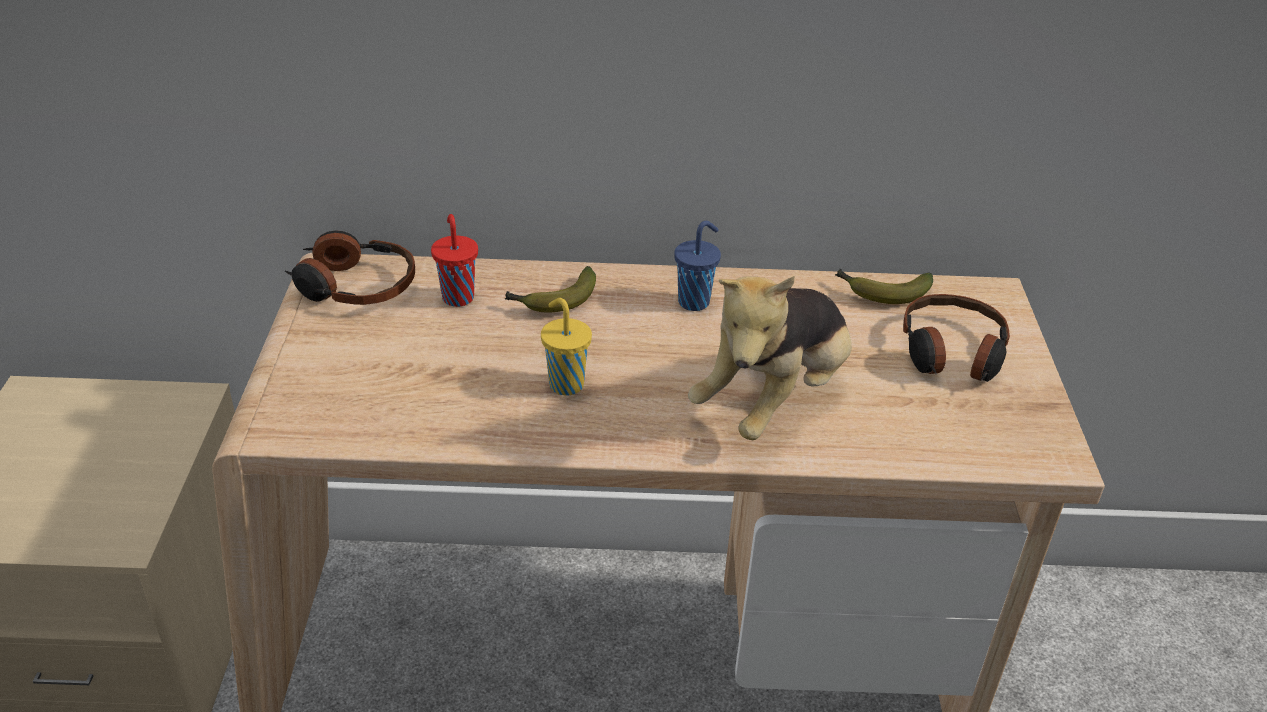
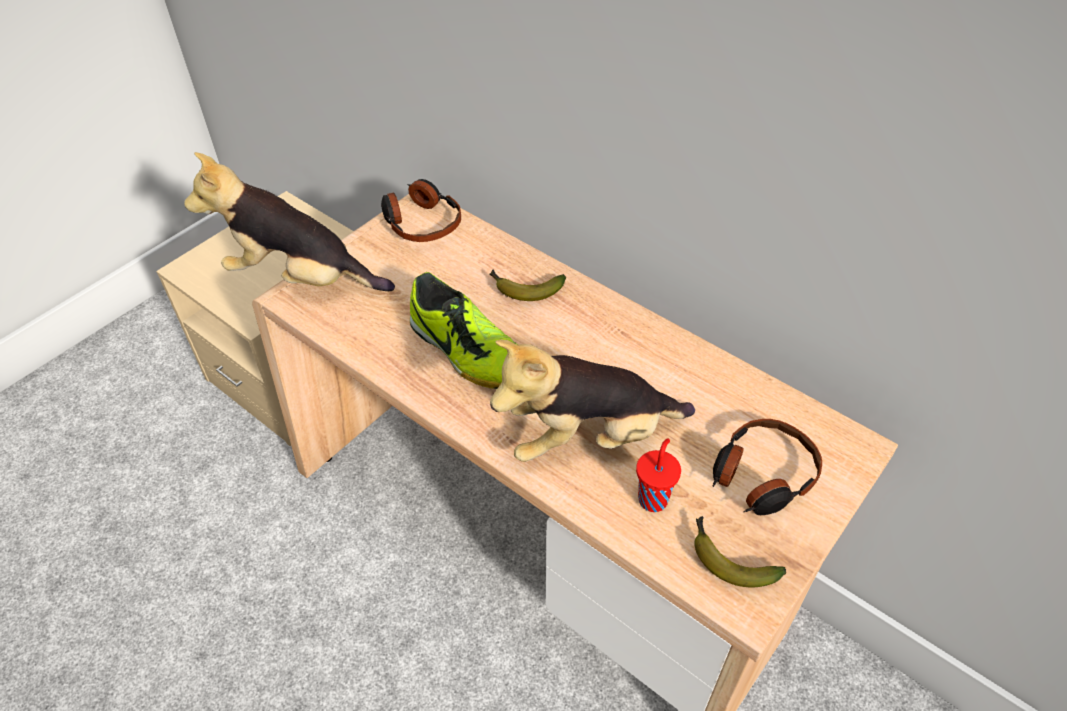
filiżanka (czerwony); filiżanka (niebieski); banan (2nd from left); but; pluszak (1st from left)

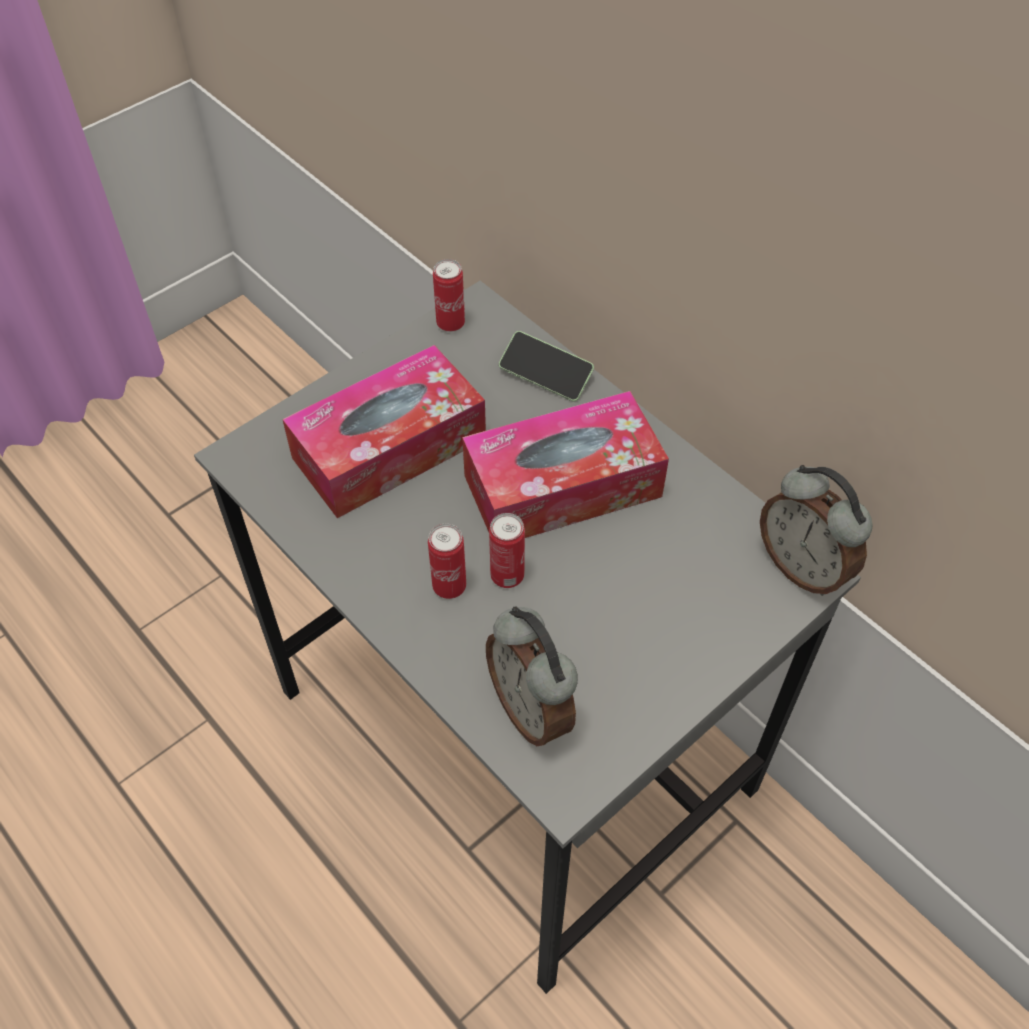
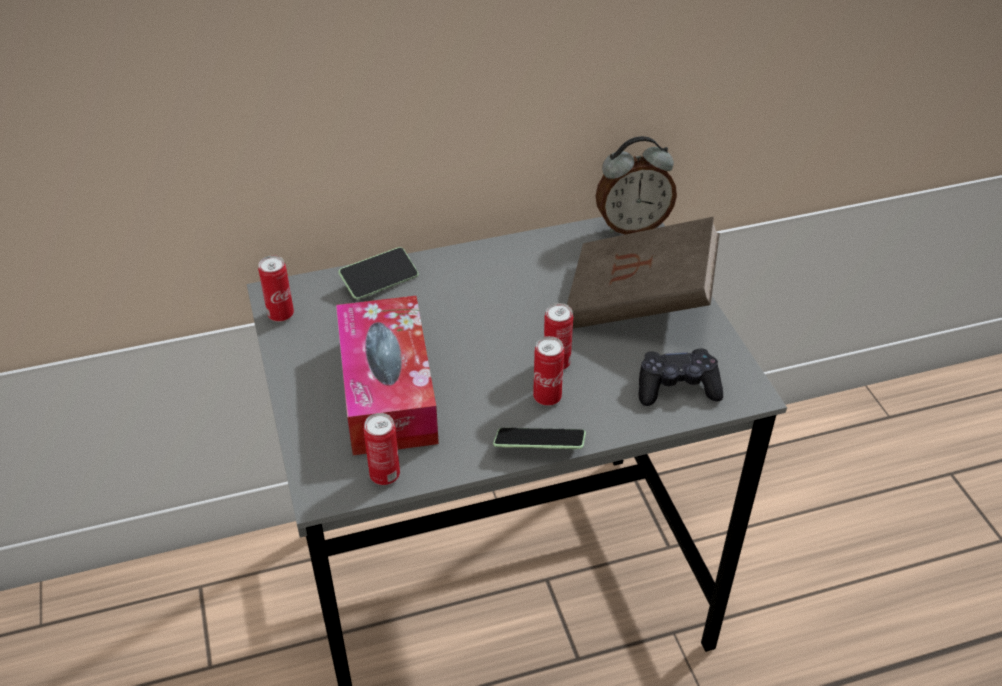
pudełko chusteczek (2nd from left in the first image); pad do gier (czarny); książka (brązowy); puszka (2nd from left); telefon (2nd from left)

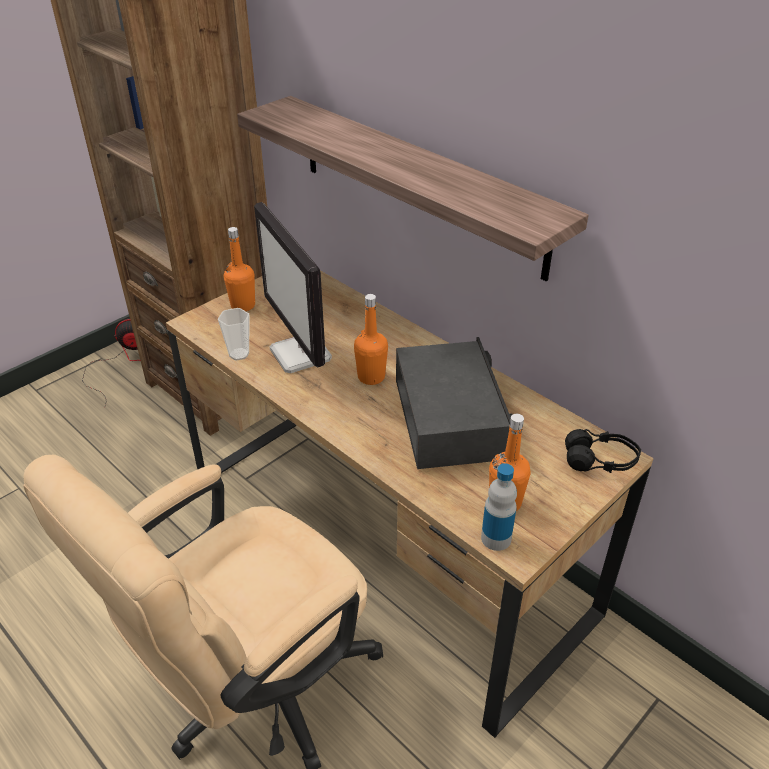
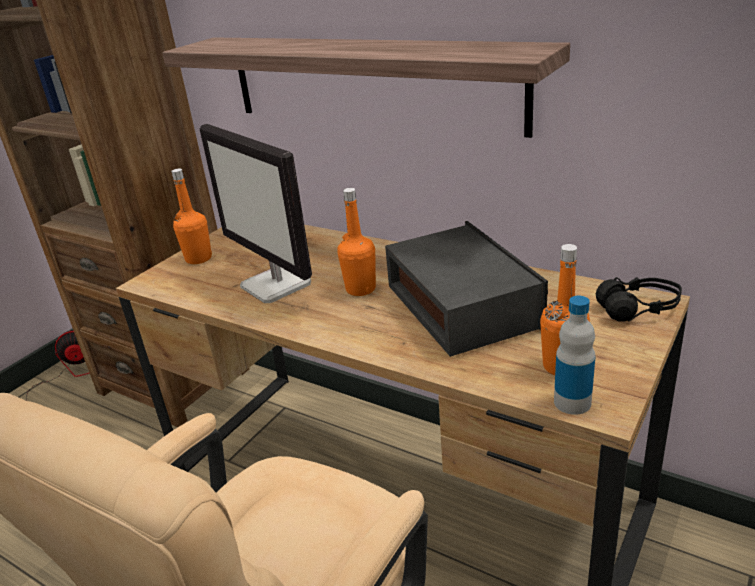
filiżanka

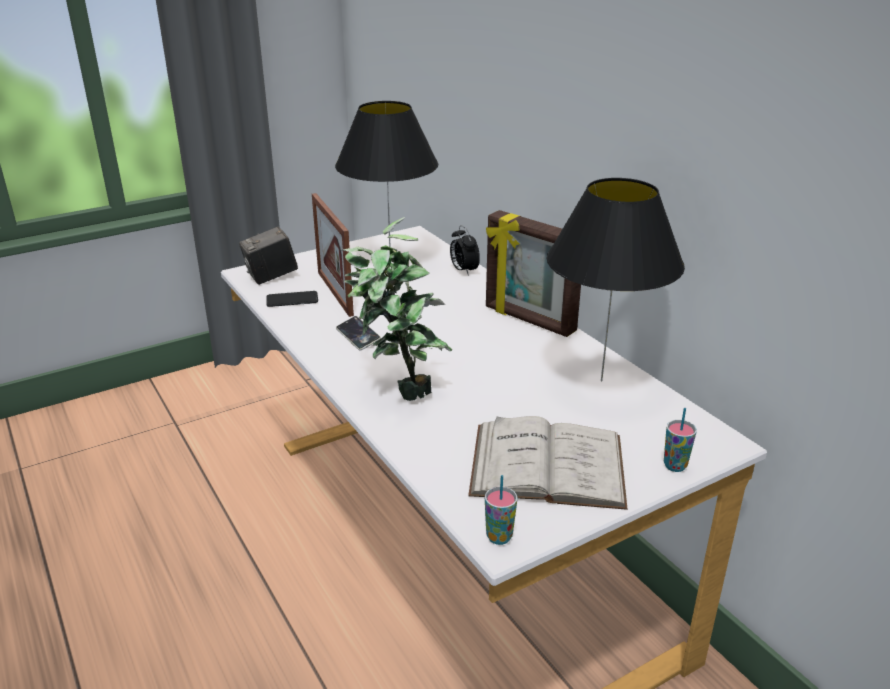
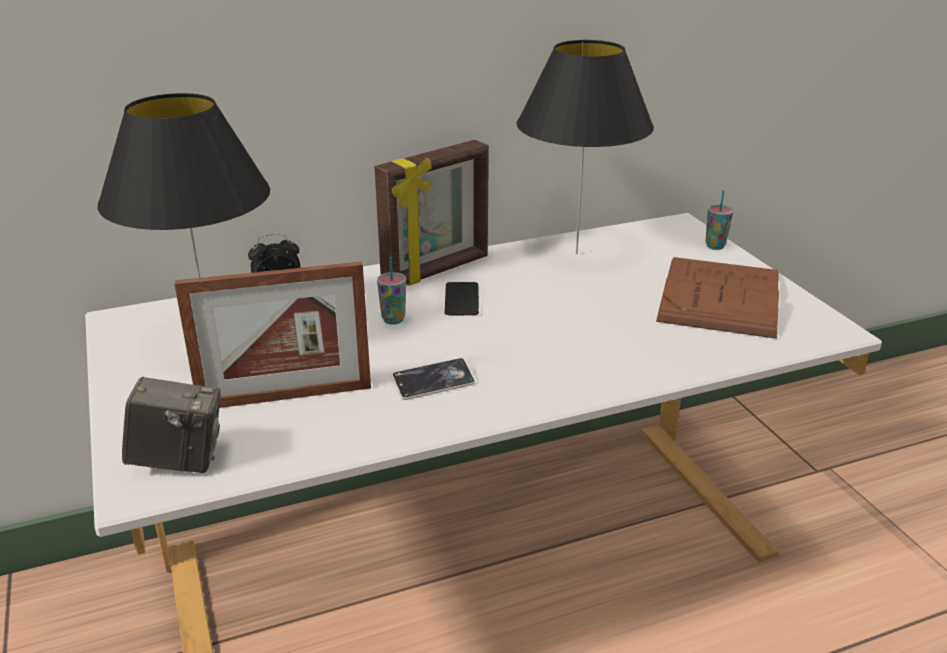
roślina doniczkowa; aparat fotograficzny; telefon (2nd from left); książka (brązowy); filiżanka (1st from left)

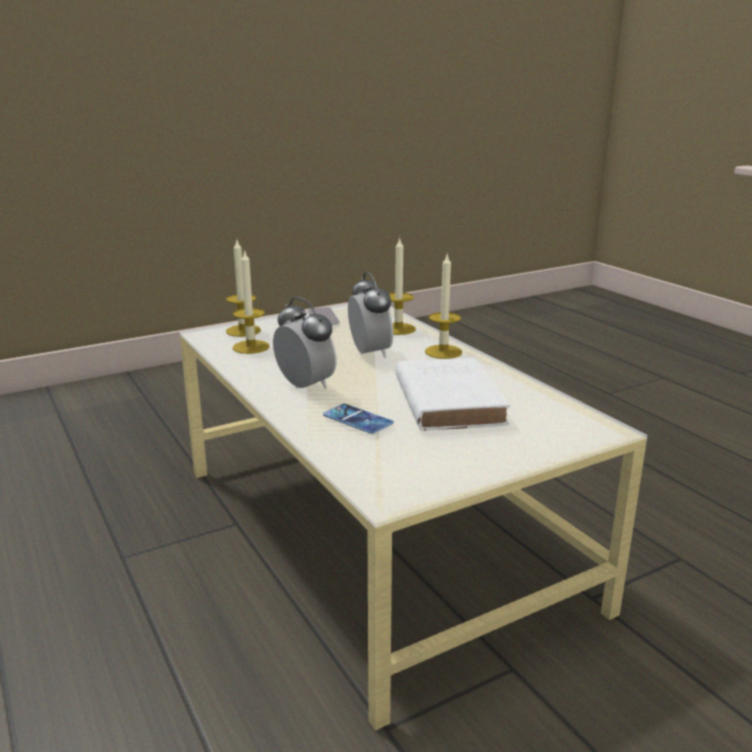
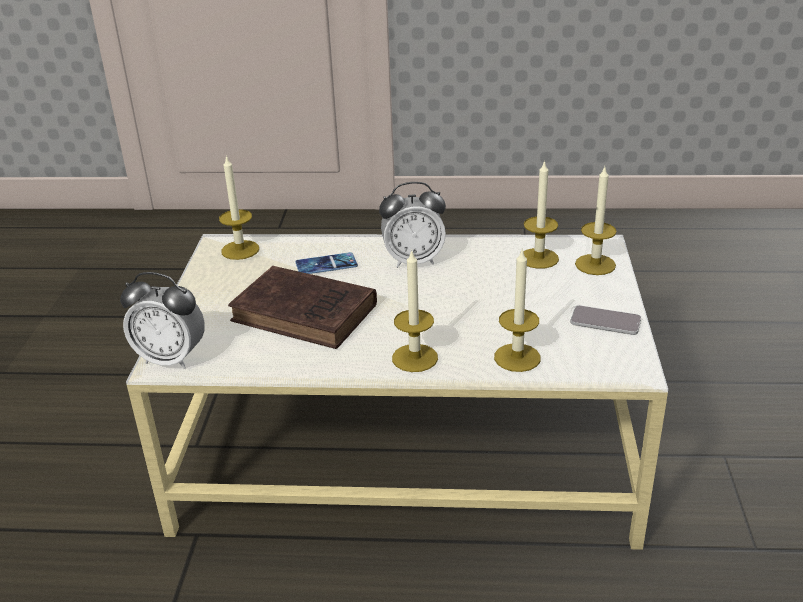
budzik (1st from left); książka (brązowy); świeca (1st from left)

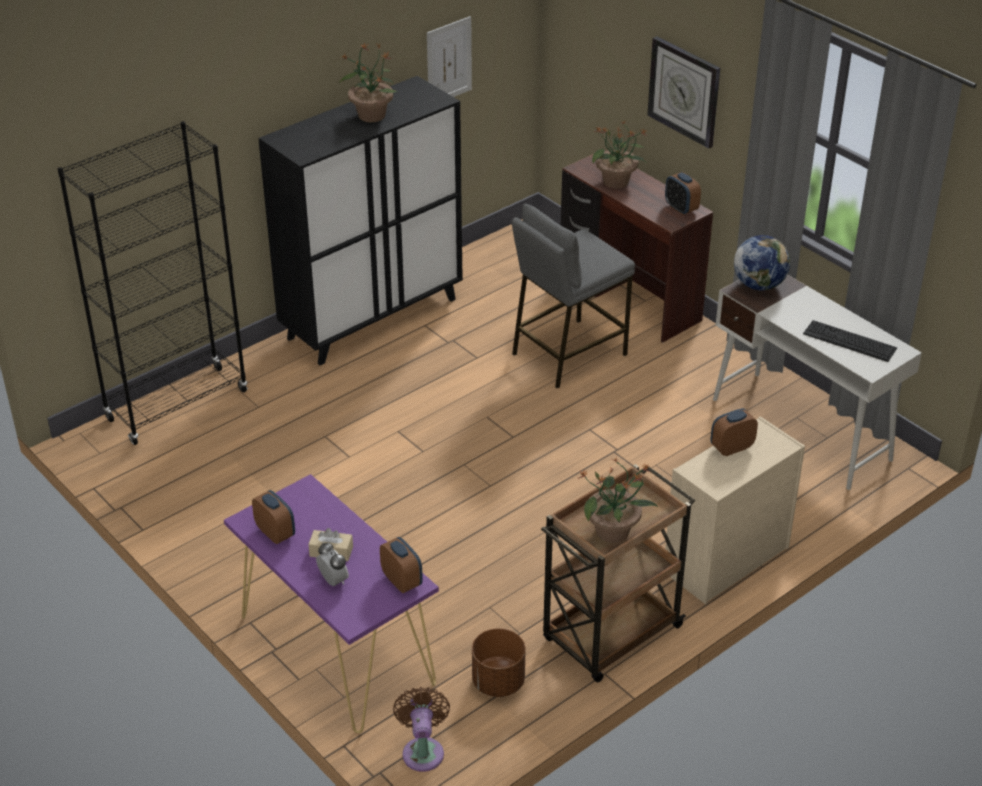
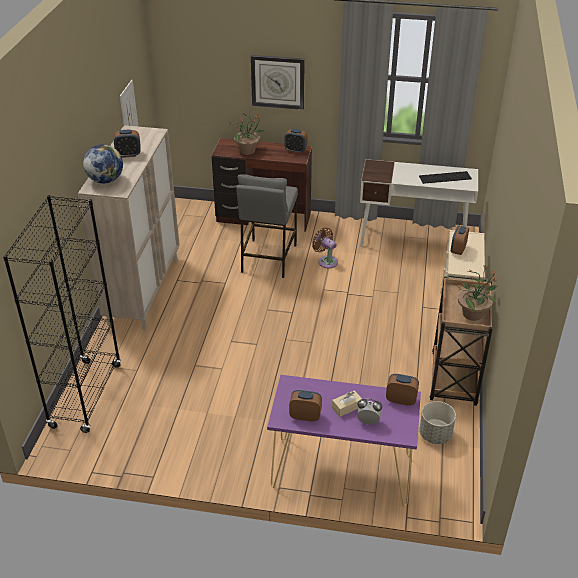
budzik (1st from left); szafka (beżowy); globus; donica (szary); wentylator (brązowy)

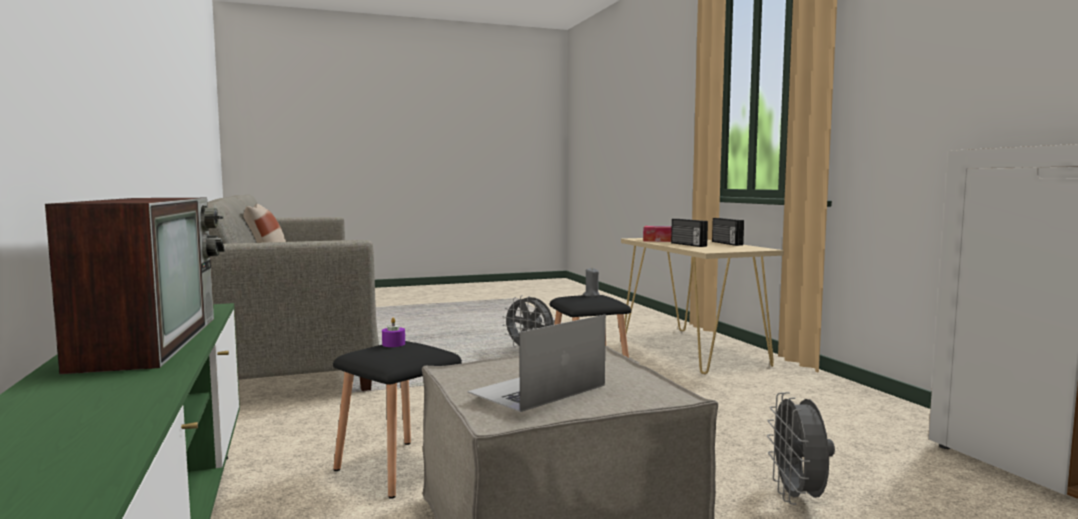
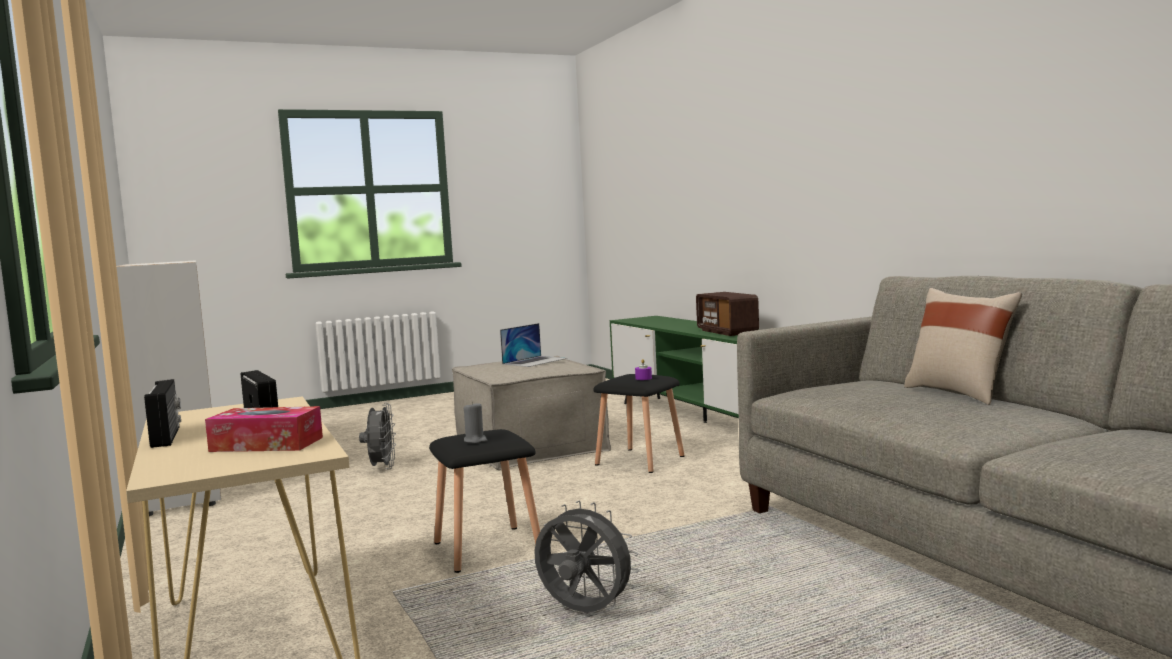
radio (3rd from left)

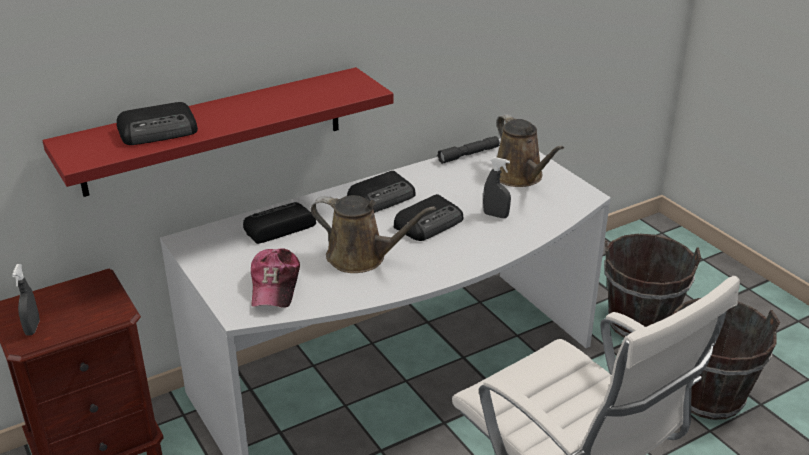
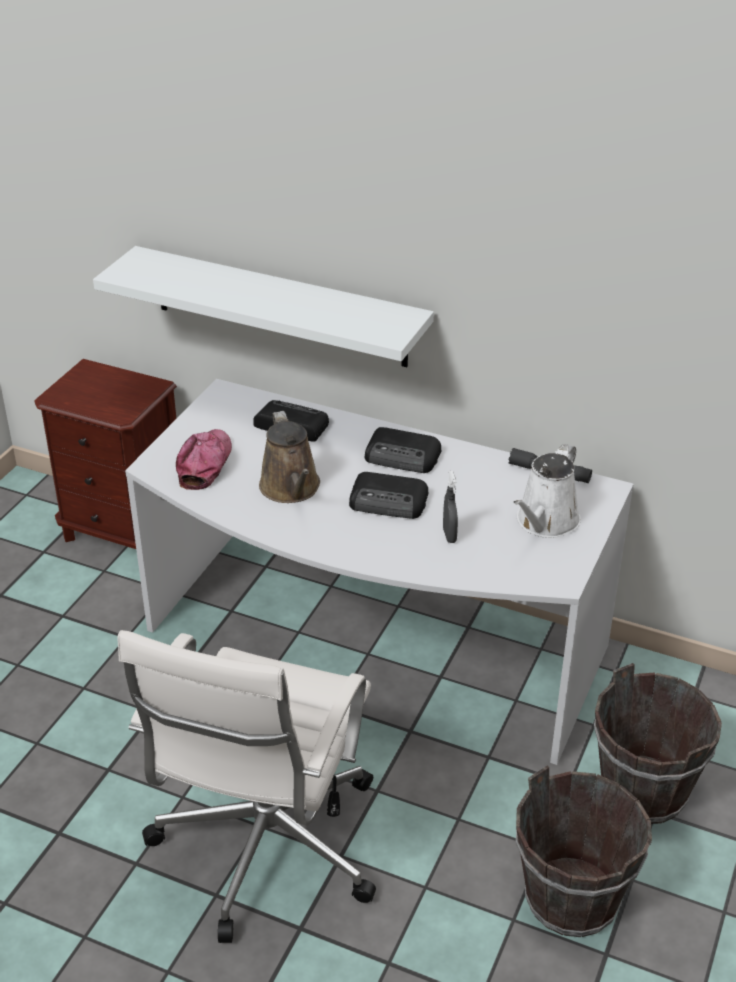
półka (biały); radio (1st from left in the first image); konewka (biały); czapka z daszkiem; spryskiwacz (szary) (1st from left in the first image)

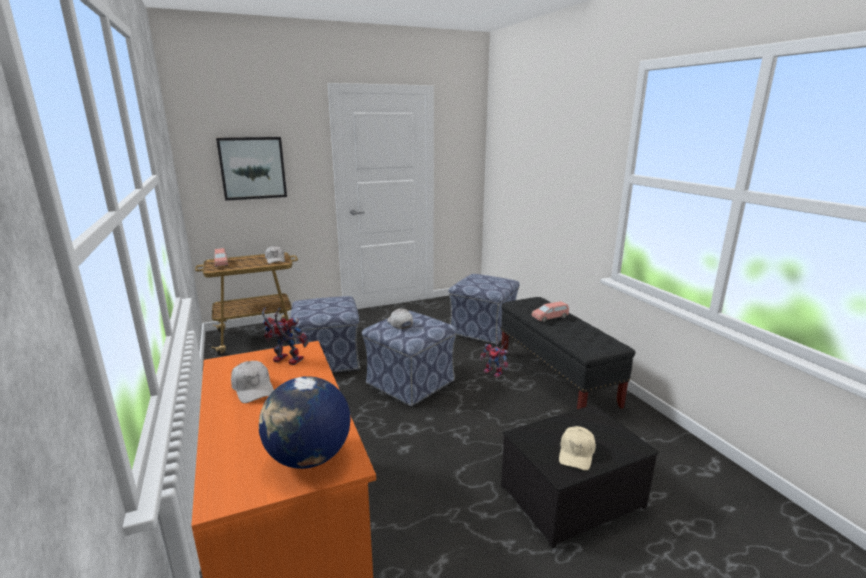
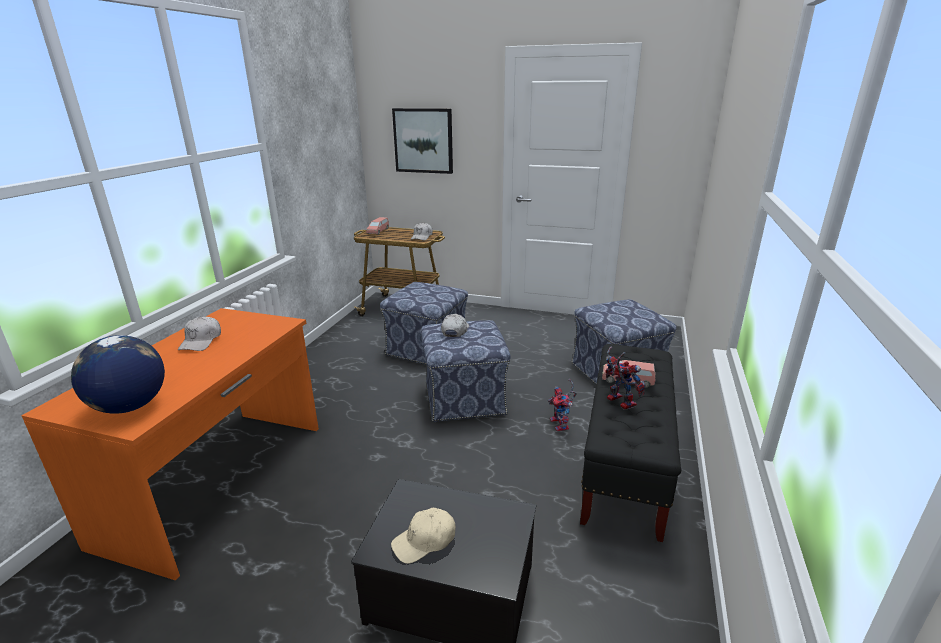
robot zabawkowy (2nd from left)

